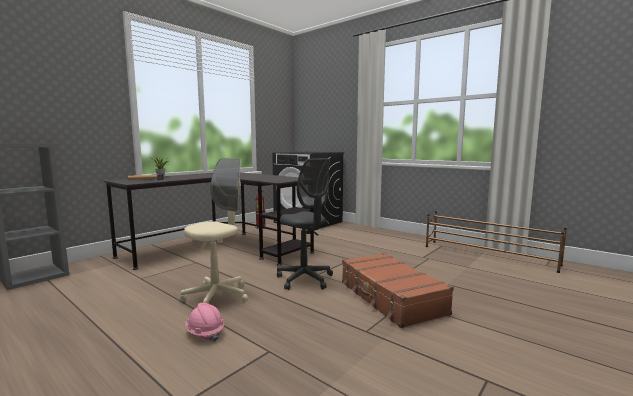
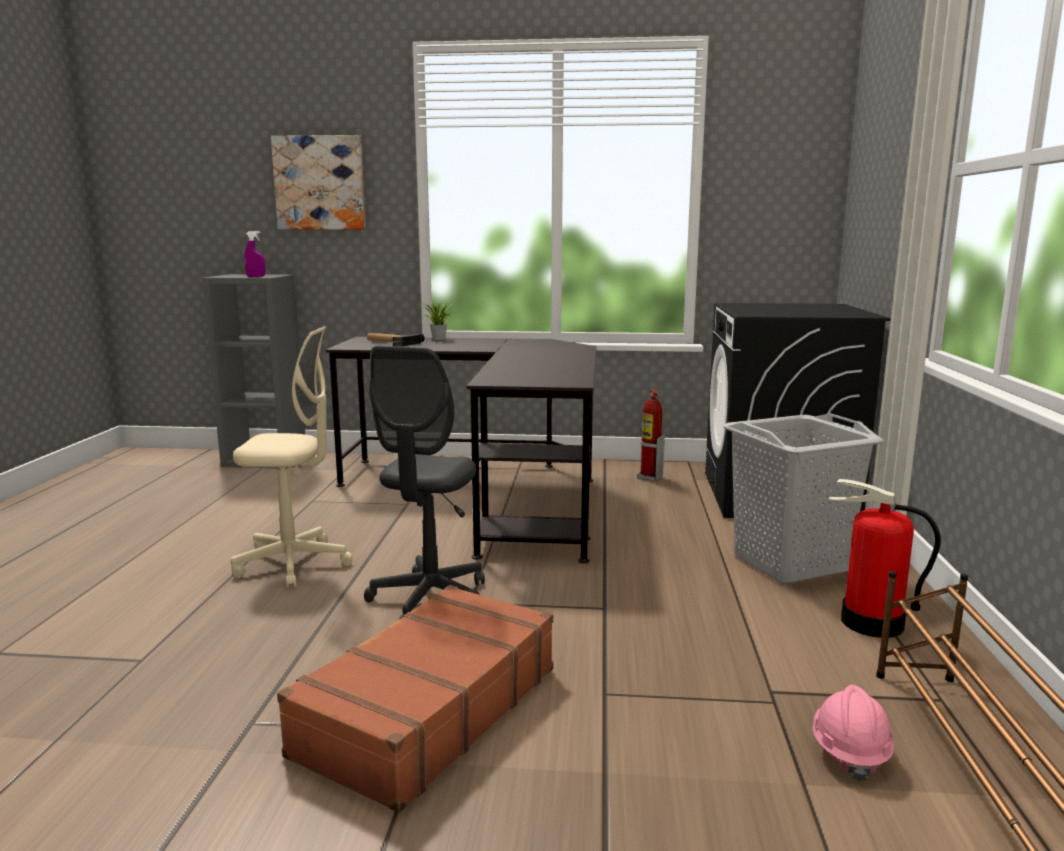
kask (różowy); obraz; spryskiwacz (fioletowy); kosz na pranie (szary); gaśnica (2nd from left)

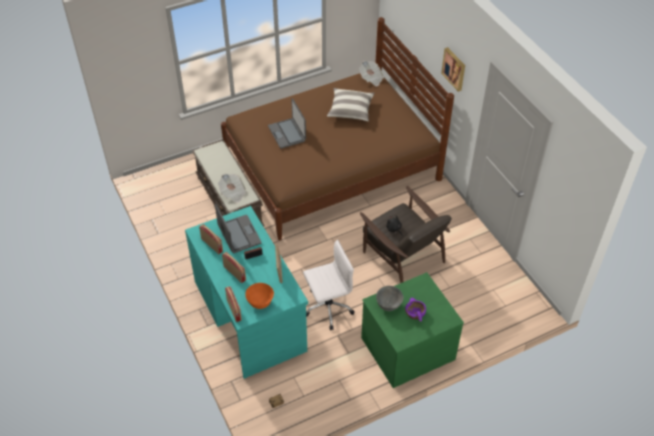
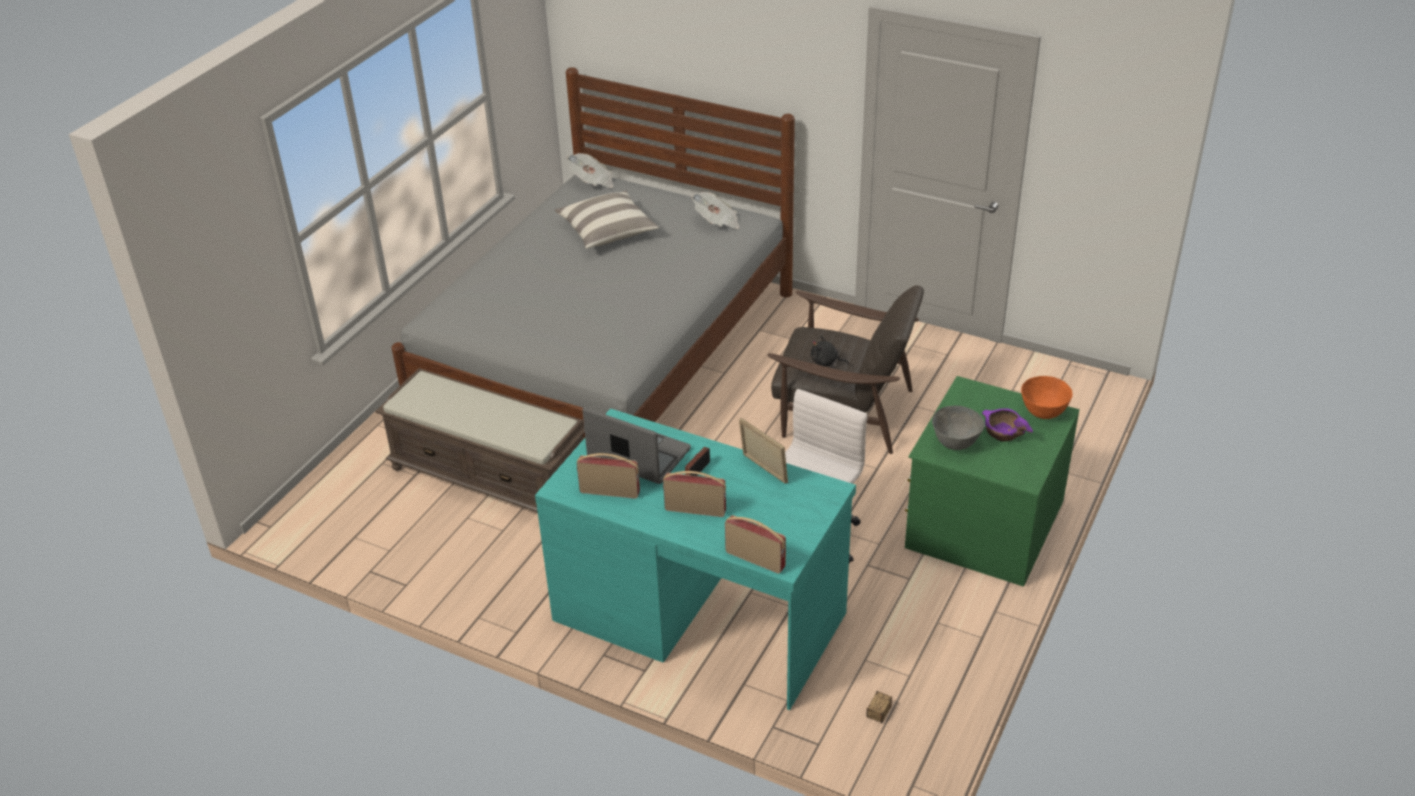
łóżko (szary); obraz; laptop (2nd from left in the first image); gazeta (2nd from left); miska (pomarańczowy)

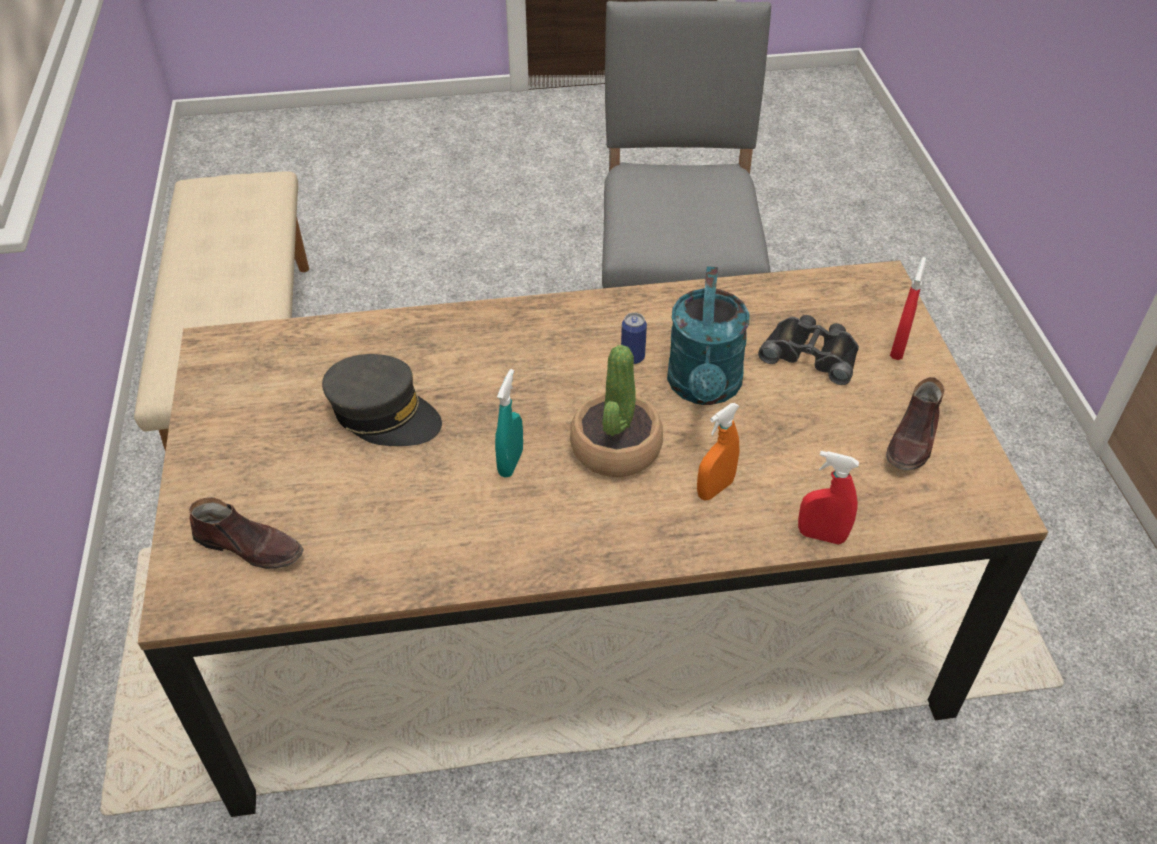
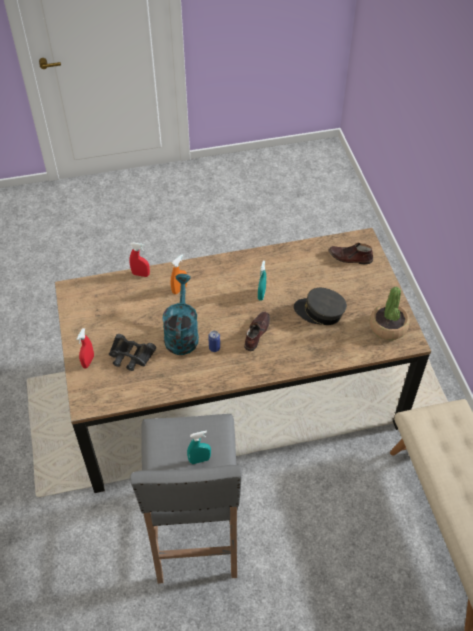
roślina doniczkowa; but (brązowy) (1st from left); spryskiwacz (turkusowy) (1st from left)

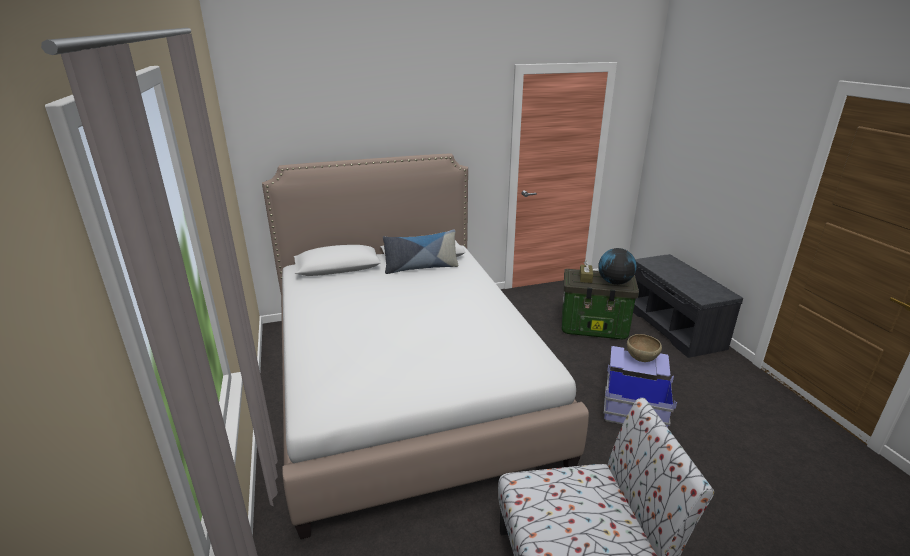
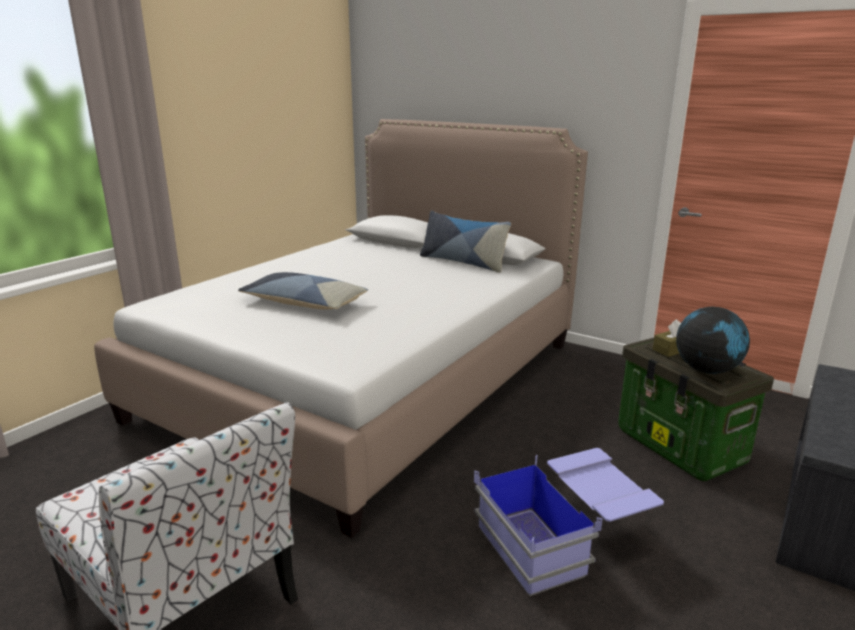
miska (brązowy); poduszka (1st from left)

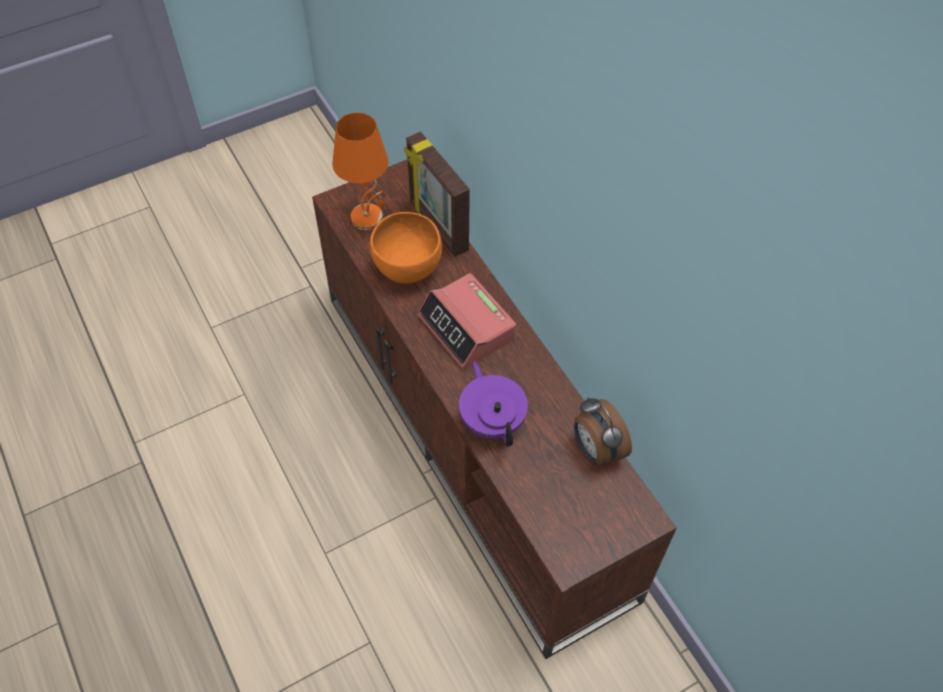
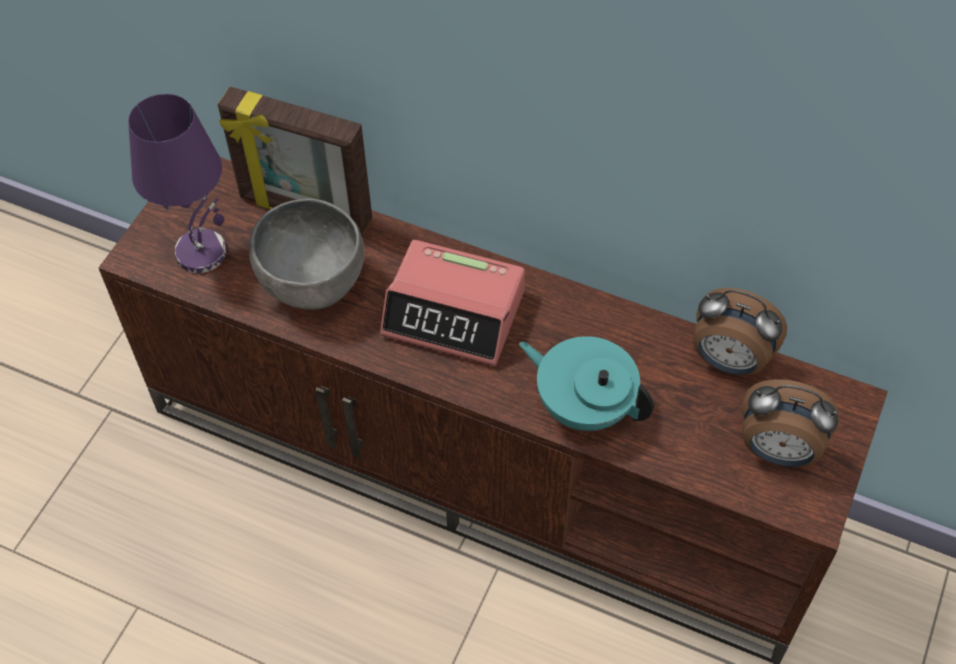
lampa stołowa (fioletowy); miska (szary); imbryk (turkusowy); budzik (3rd from left)

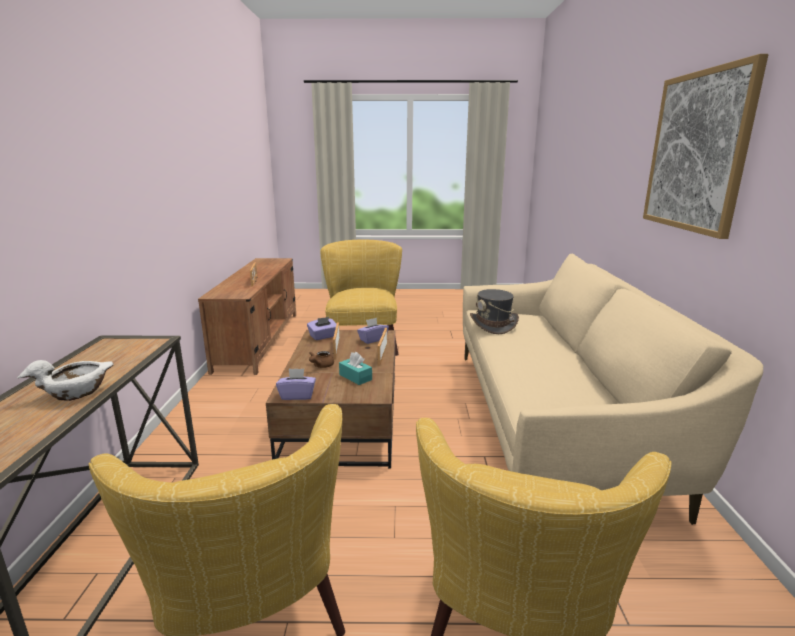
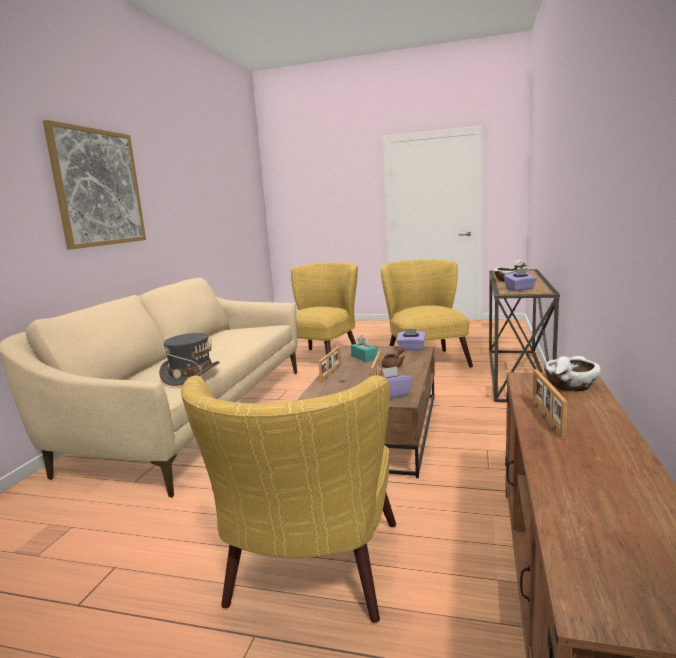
pudełko chusteczek (fioletowy) (3rd from left); miska (biały) (2nd from left)

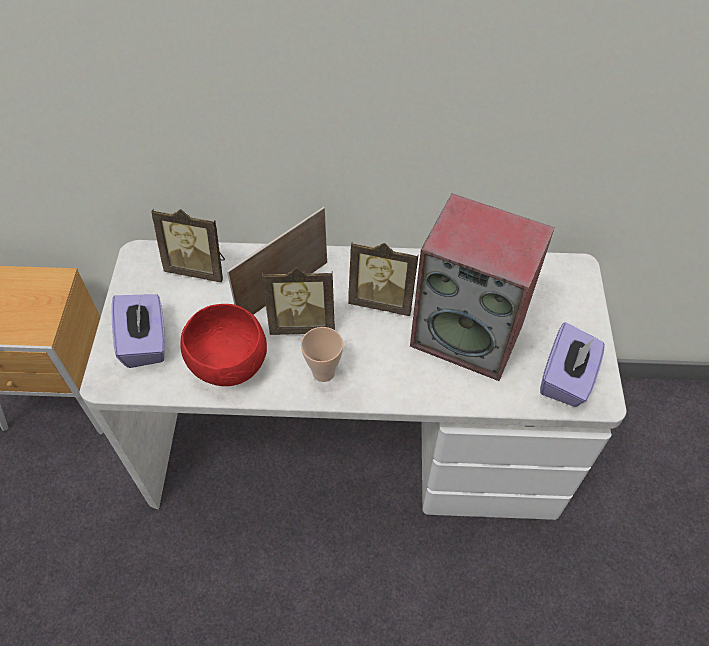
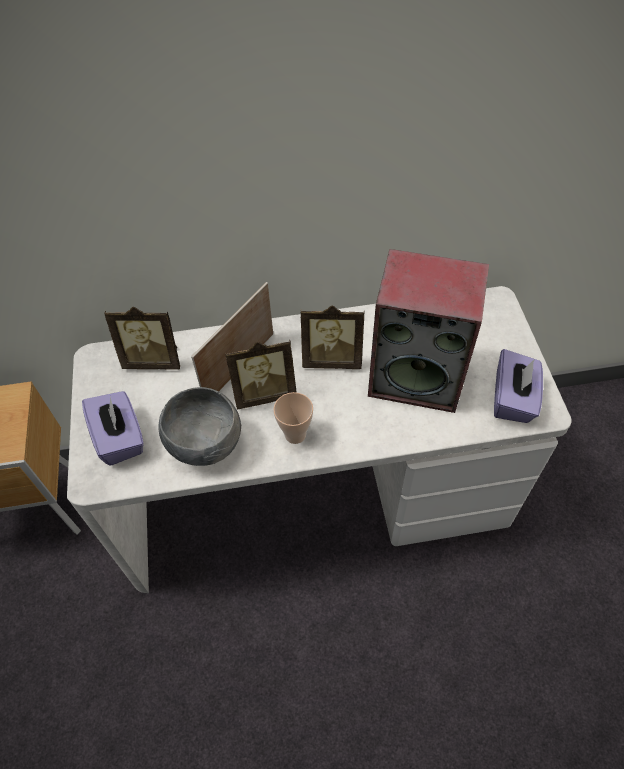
miska (szary)

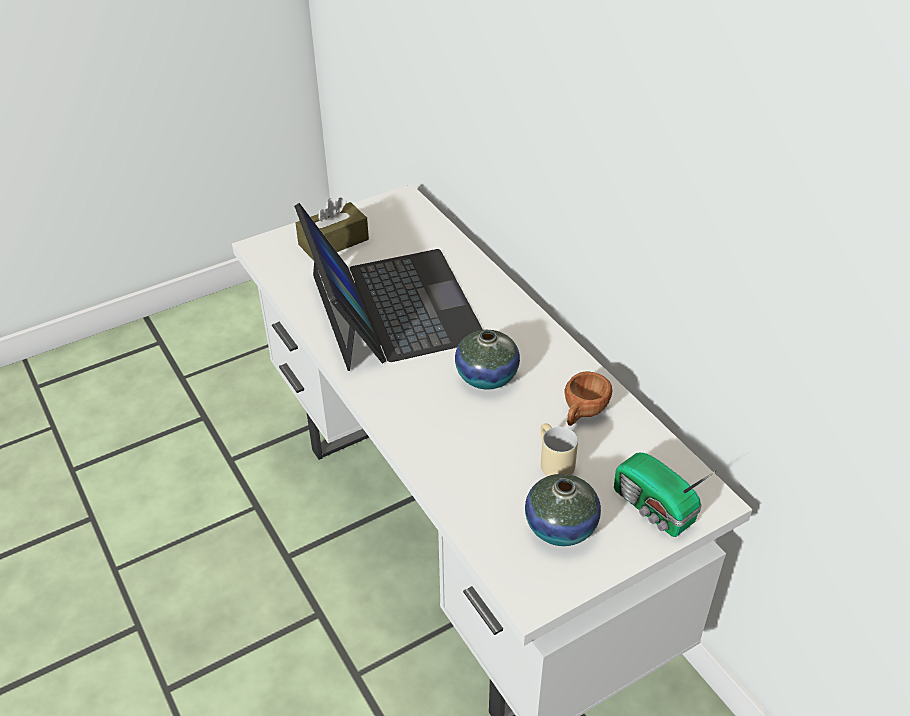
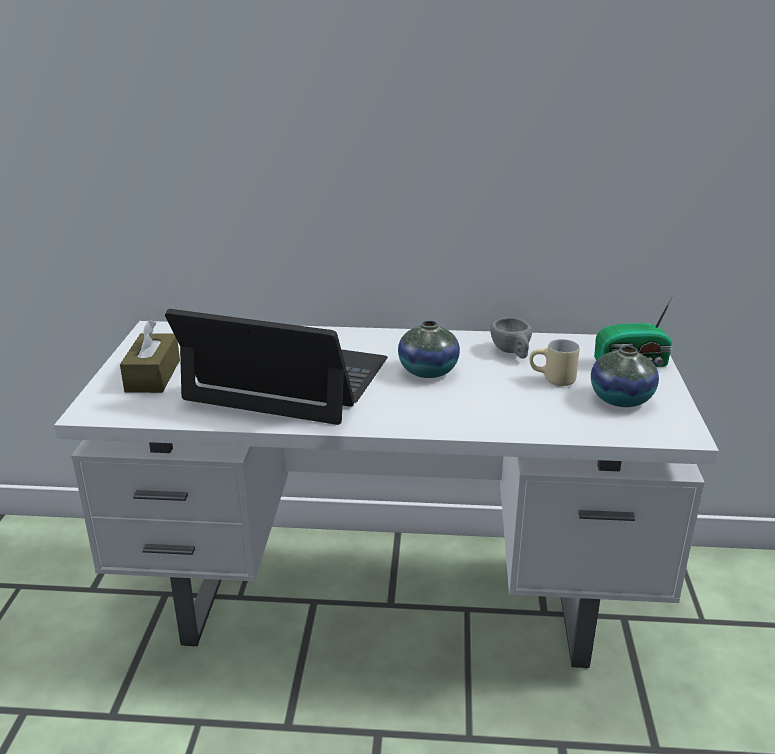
filiżanka (szary)

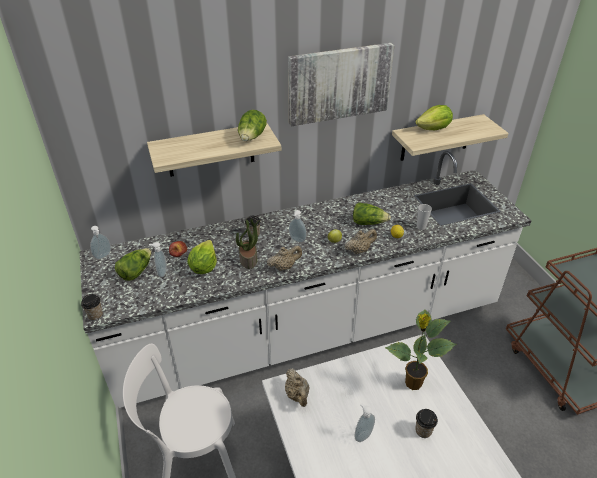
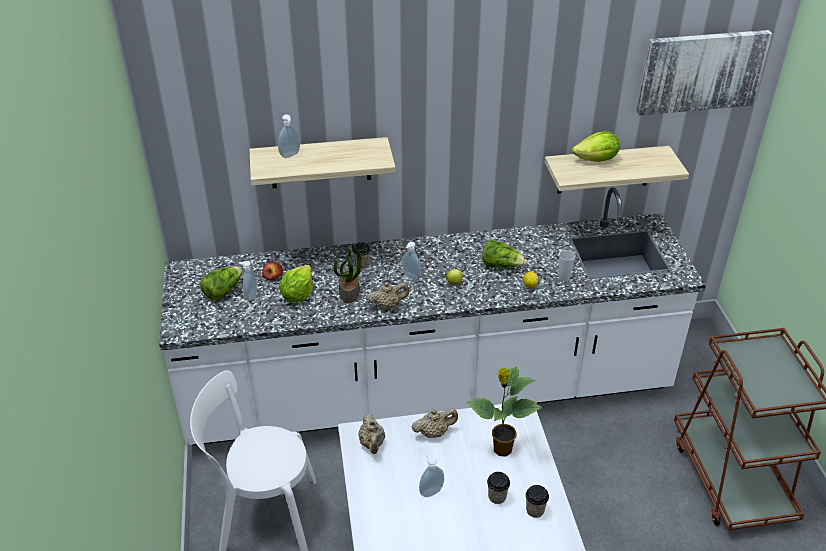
obraz; sałata (3rd from left in the first image); dozownik mydła (2nd from left); imbryk (beżowy) (3rd from left); filiżanka (3rd from left)

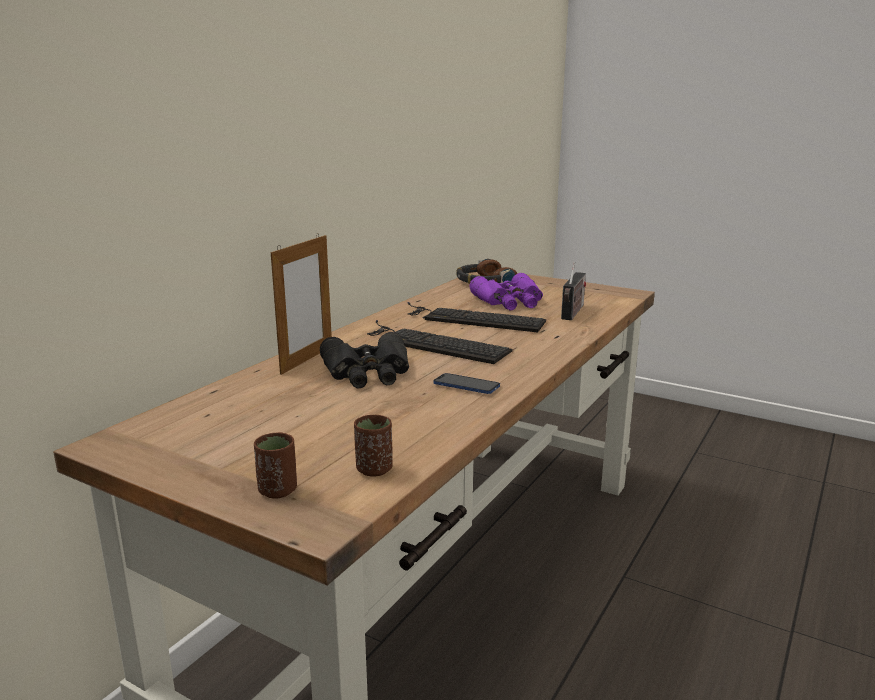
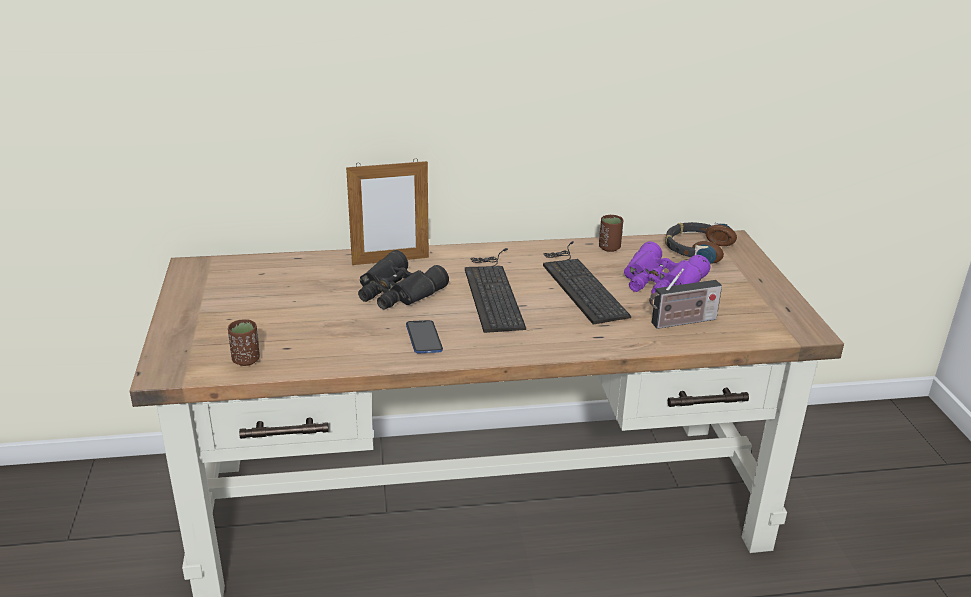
filiżanka (brązowy) (2nd from left)

